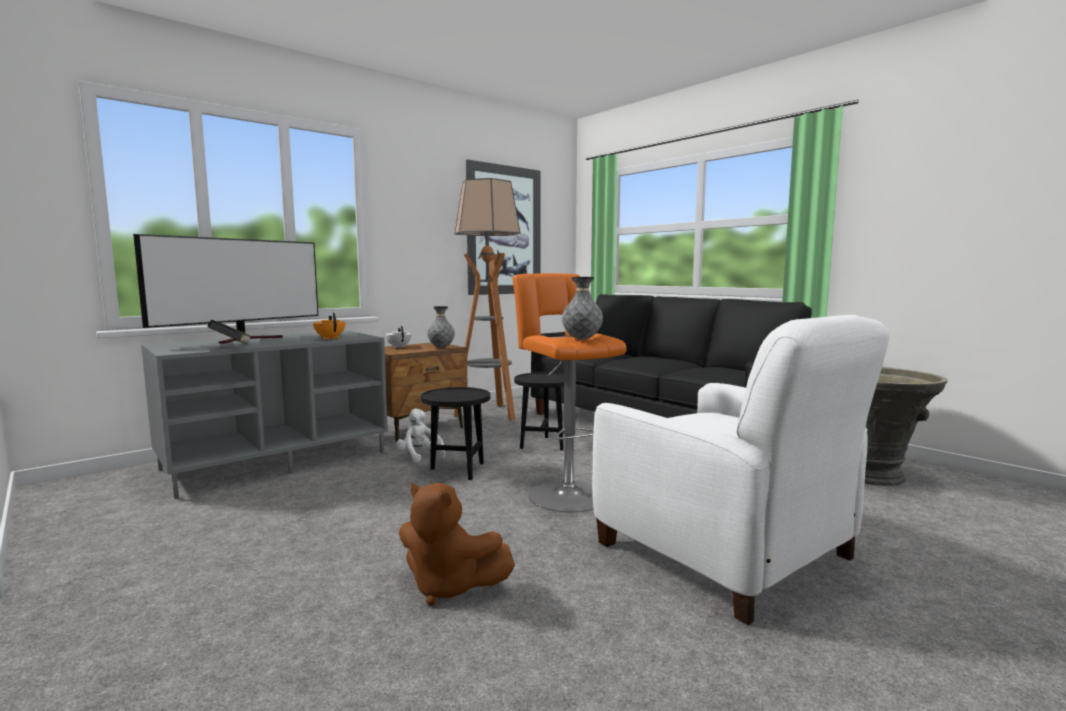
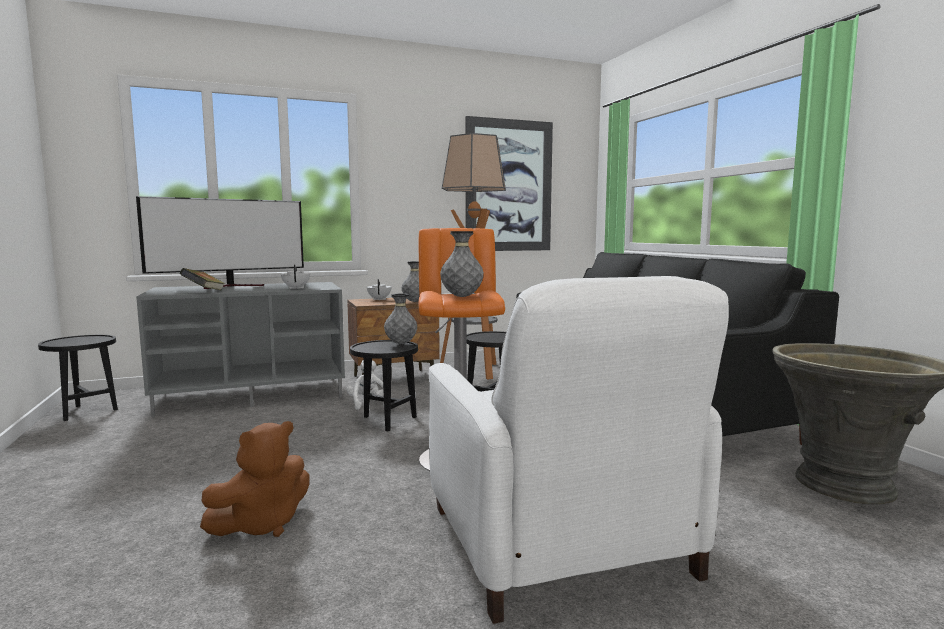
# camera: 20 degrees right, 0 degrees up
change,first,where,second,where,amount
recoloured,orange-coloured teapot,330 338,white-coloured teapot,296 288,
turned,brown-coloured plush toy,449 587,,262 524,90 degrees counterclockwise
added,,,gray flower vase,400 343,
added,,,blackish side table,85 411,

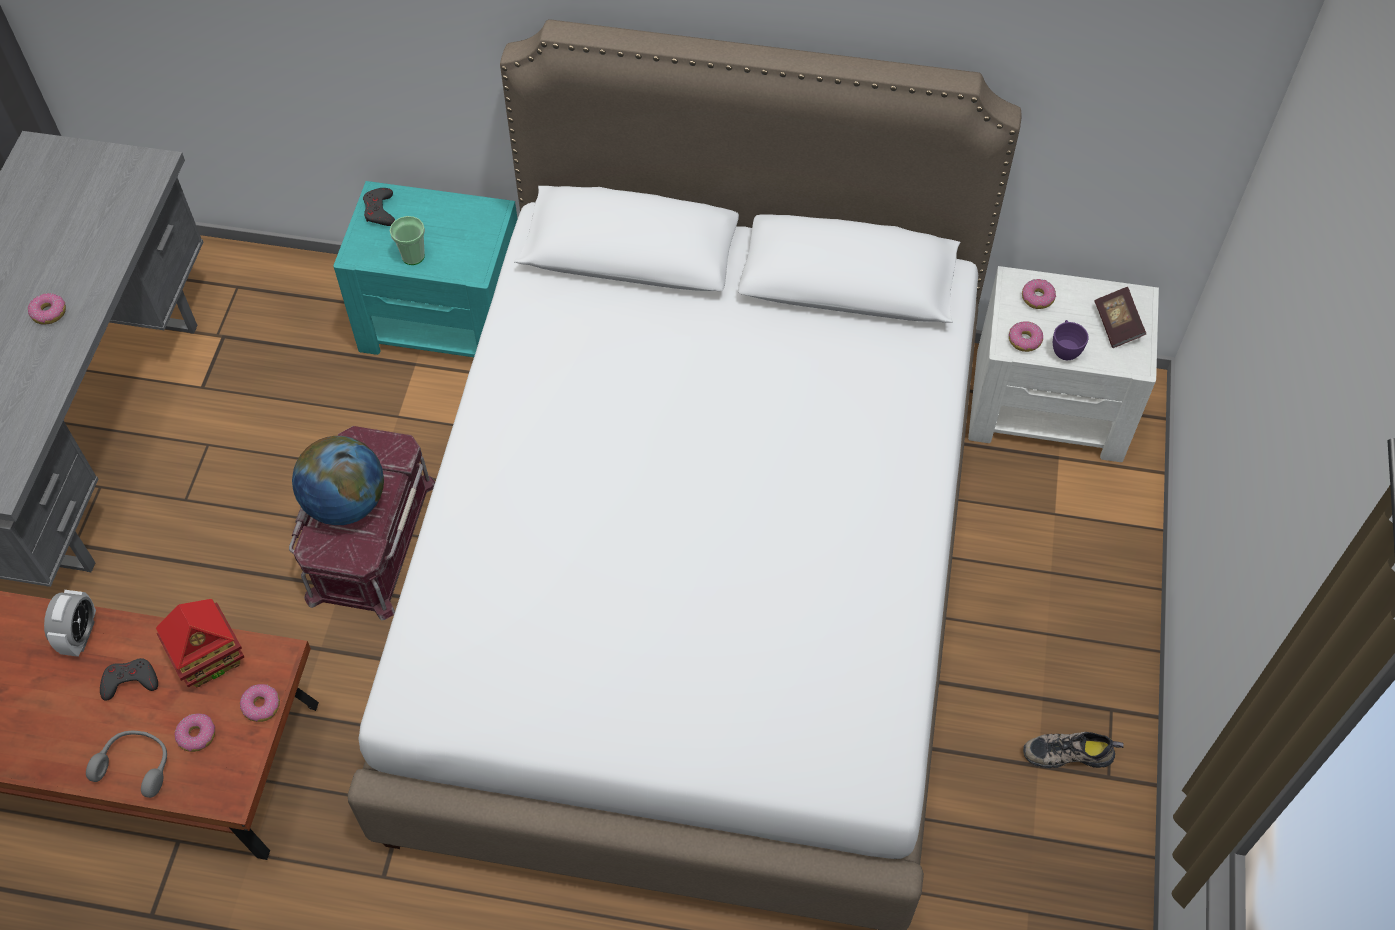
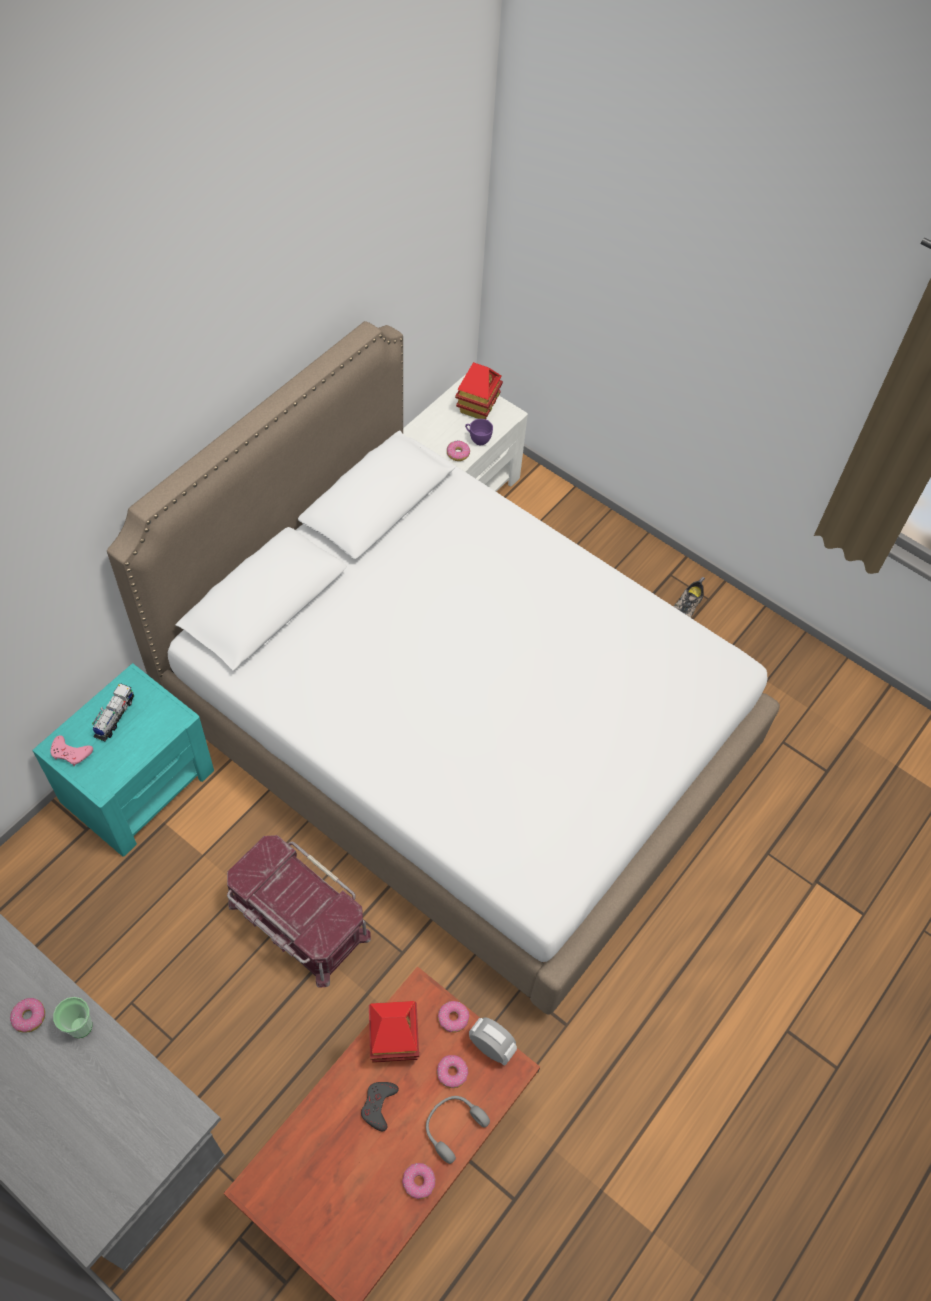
# camera: 65 degrees left, 0 degrees up
change,first,where,second,where,amount
recoloured,gray gamepad,380 211,pink gamepad,71 753,
moved,small cup,413 256,,80 1026,
moved,ring doughnut,1037 298,,418 1182,
replaced,book,1117 325,miniature house,477 407,
removed,desk globe,346 503,,,
moved,table clock,80 635,,491 1048,
added,,,toy truck,114 717,

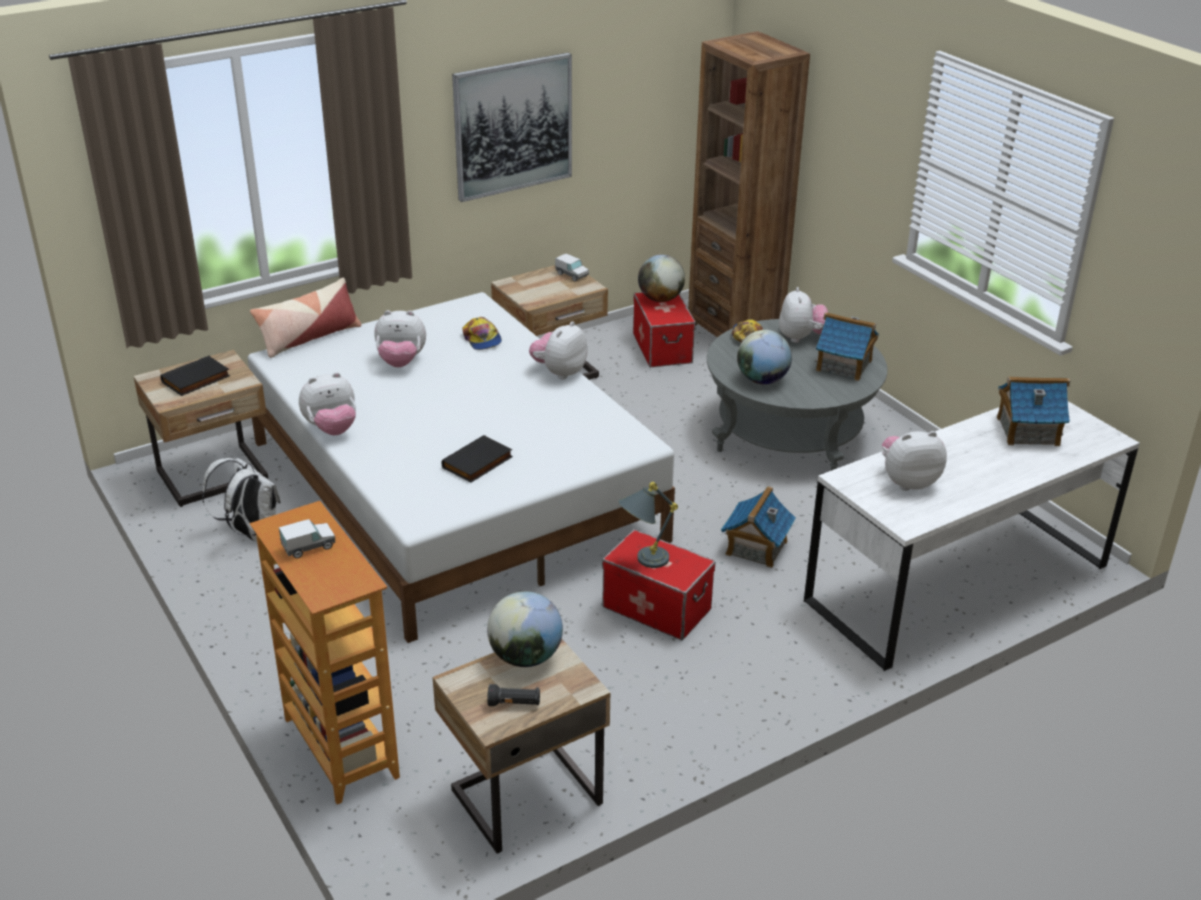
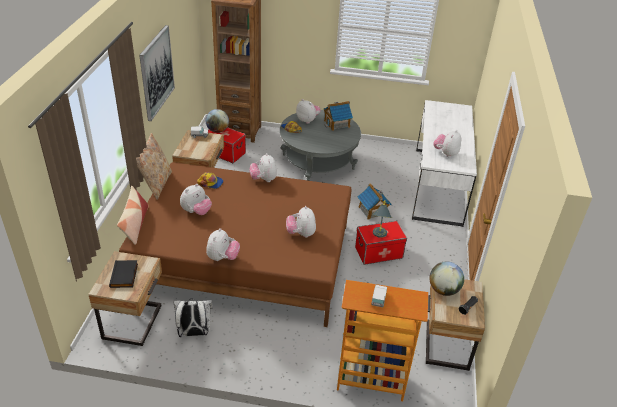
# camera: 50 degrees left, 5 degrees up
change,first,where,second,where,amount
recoloured,white-coloured sleeping bed,454 489,brown-coloured sleeping bed,244 257,
removed,desk globe,762 380,,,
removed,miniature house,1027 431,,,
replaced,blackish book,478 463,plush toy,301 234,
added,,,beige pillow,156 184,

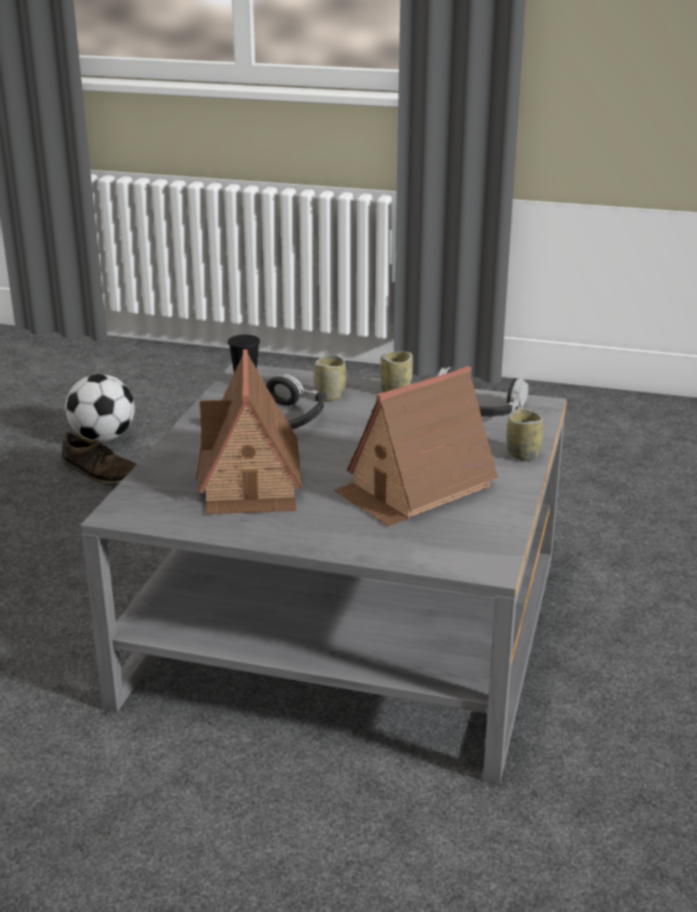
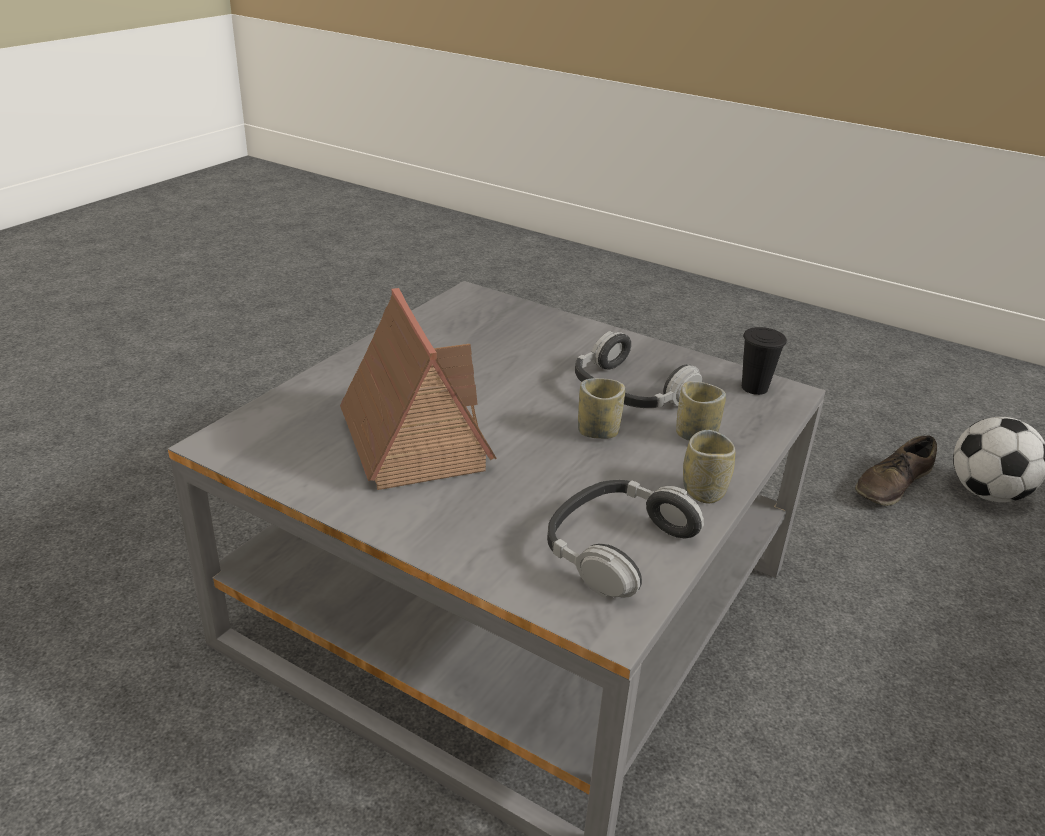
# camera: 105 degrees right, 5 degrees up
change,first,where,second,where,amount
removed,miniature house,250 479,,,
moved,small cup,523 454,,598 431,

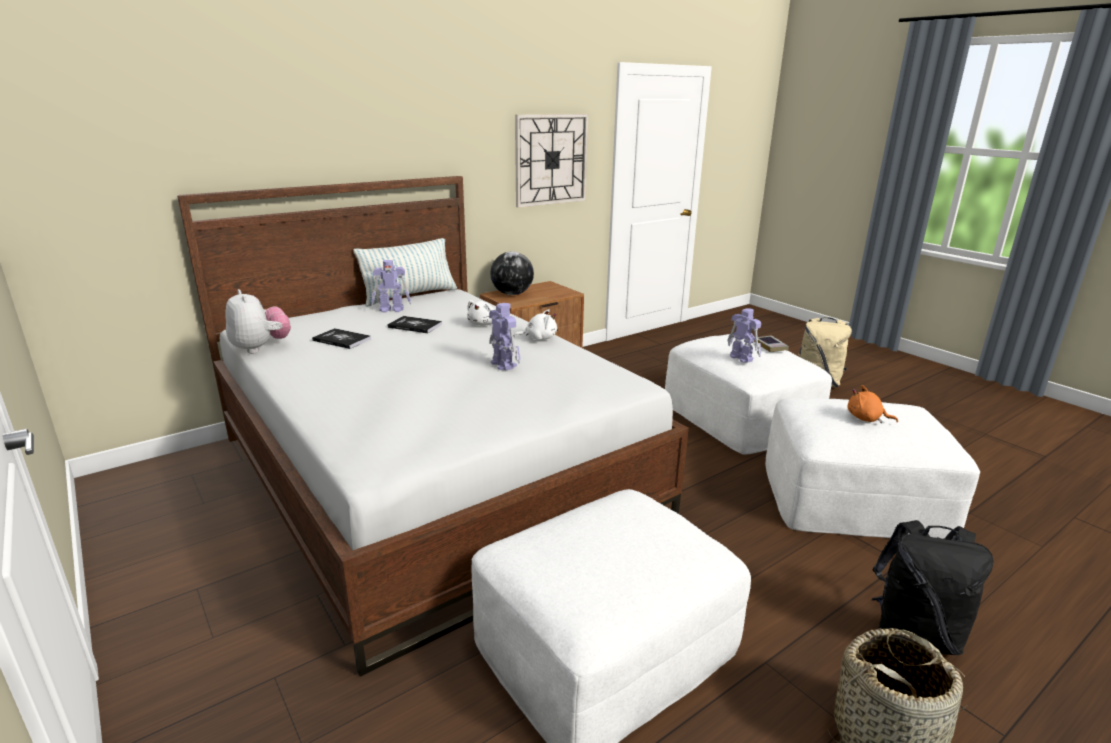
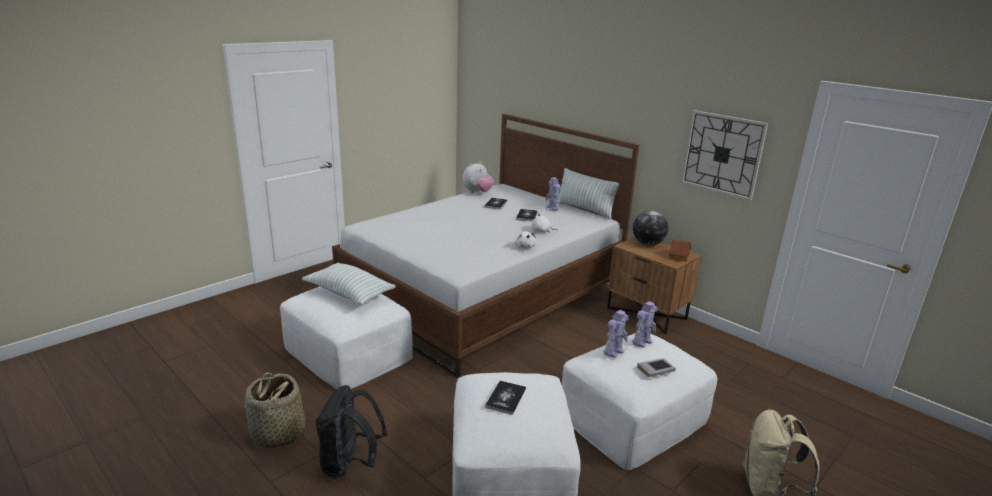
# camera: 80 degrees right, 0 degrees up
change,first,where,second,where,amount
moved,toy robot,503 364,,642 342,
replaced,orange-coloured plush toy,866 419,book,506 398,
added,,,miniature house,678 256,
added,,,pillow,349 294,

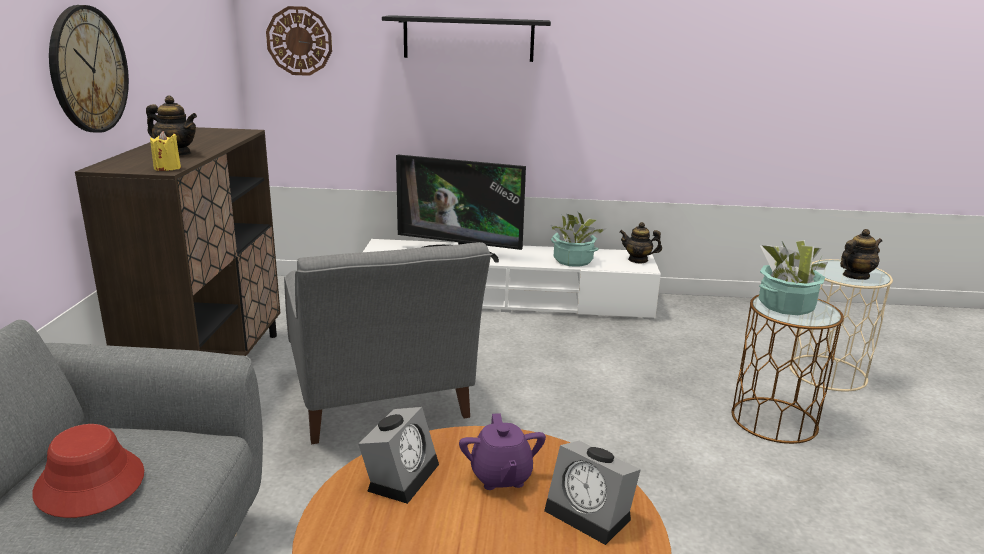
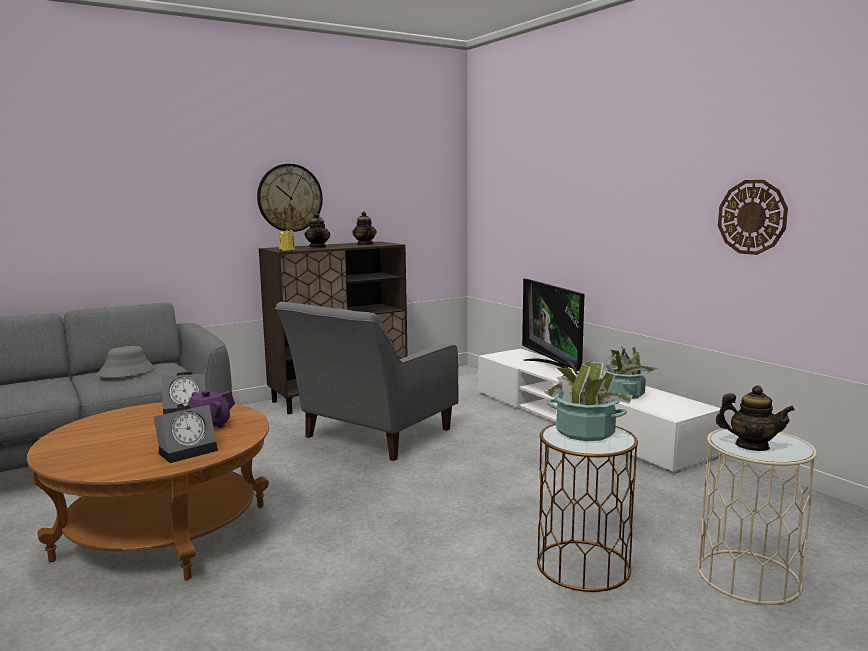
# camera: 55 degrees right, 10 degrees down
change,first,where,second,where,amount
moved,wall clock,299 41,,752 217,
removed,blackish bracket shelf,468 38,,,
moved,teapot,638 260,,364 244,
recoloured,red-coloured wearable hat,89 483,gray wearable hat,126 372,
turned,table clock,592 514,,189 451,135 degrees counterclockwise

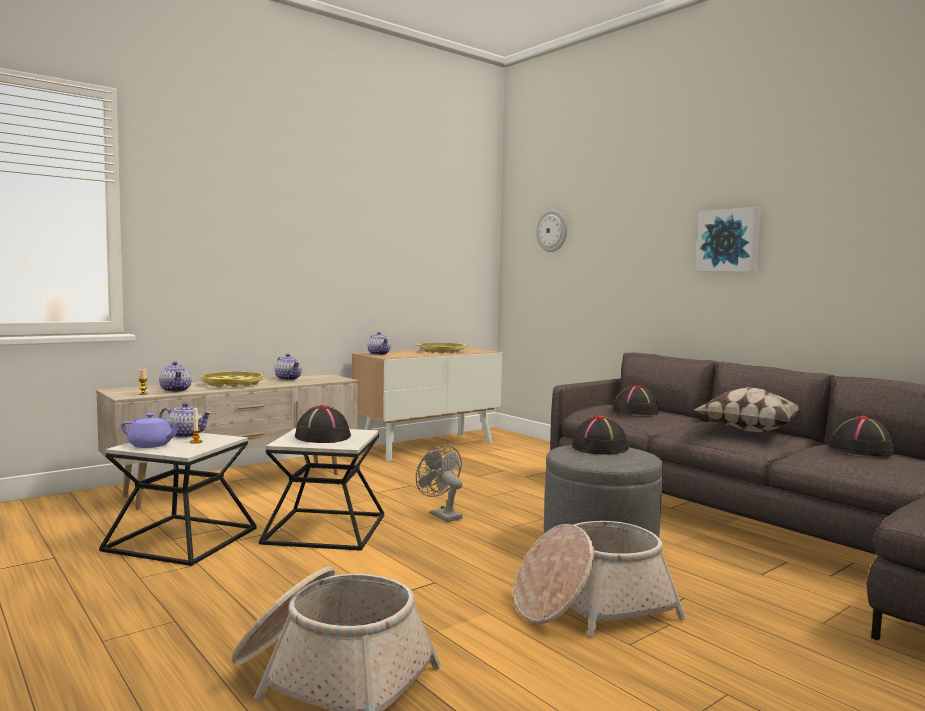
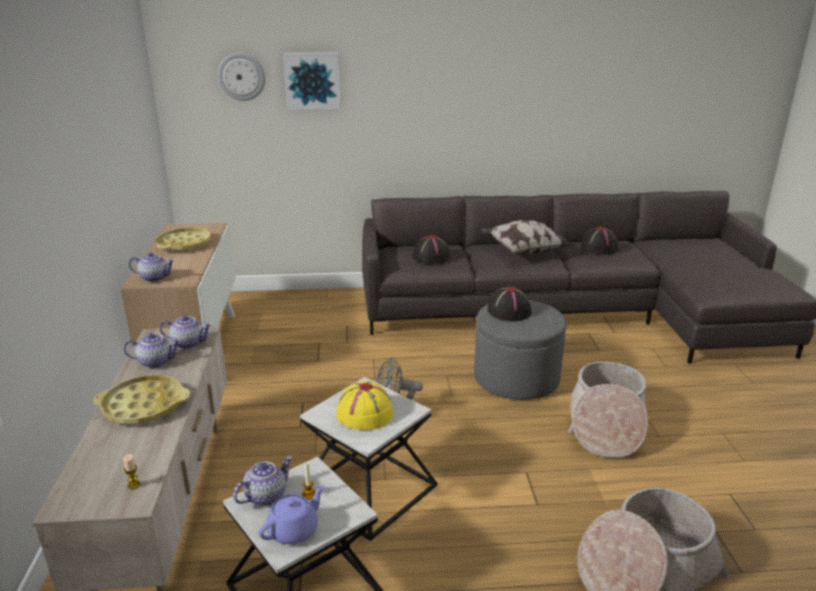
# camera: 55 degrees left, 20 degrees up
change,first,where,second,where,amount
moved,wall art,729 241,,312 80,
moved,teapot,176 390,,189 343,
recoloured,blackish wearable hat,322 437,yellow wearable hat,364 413,

